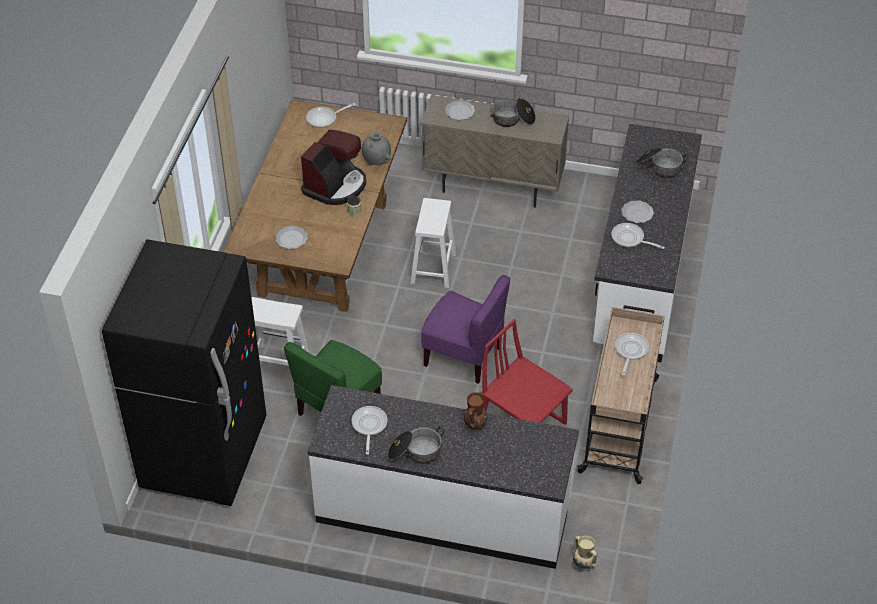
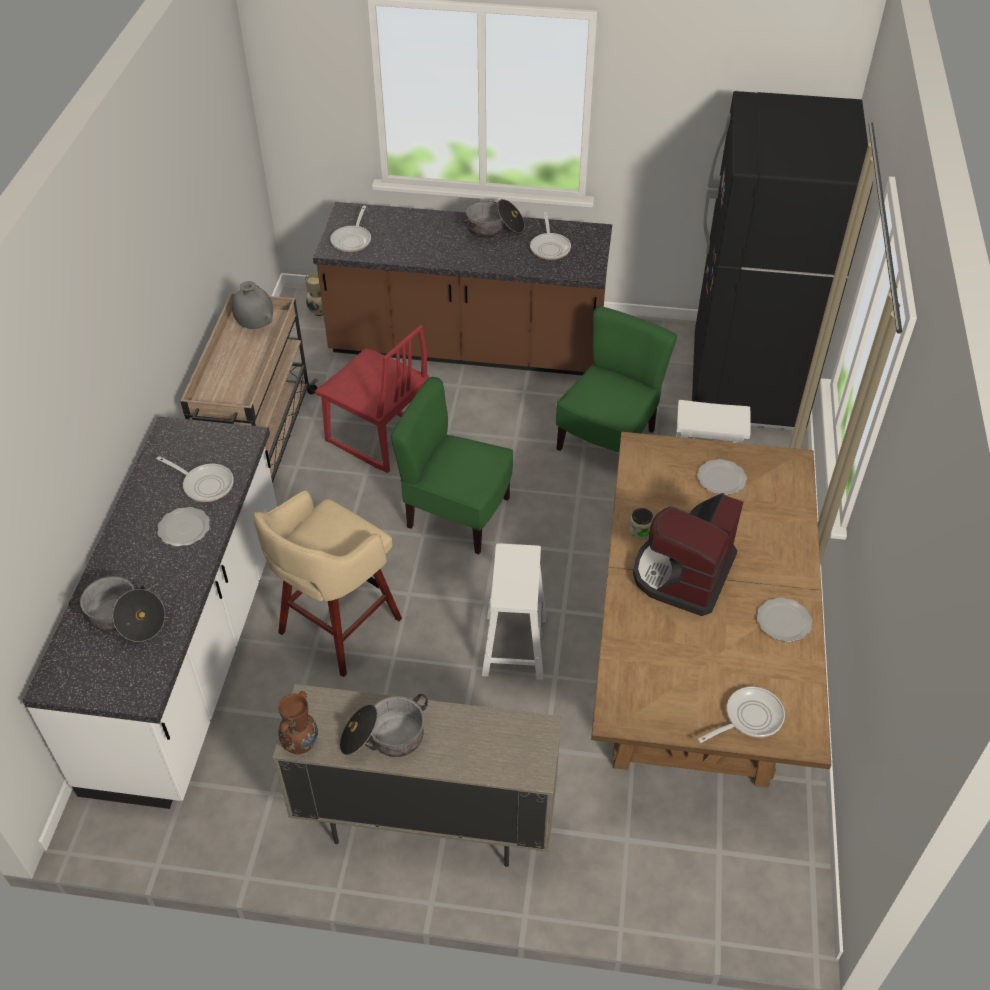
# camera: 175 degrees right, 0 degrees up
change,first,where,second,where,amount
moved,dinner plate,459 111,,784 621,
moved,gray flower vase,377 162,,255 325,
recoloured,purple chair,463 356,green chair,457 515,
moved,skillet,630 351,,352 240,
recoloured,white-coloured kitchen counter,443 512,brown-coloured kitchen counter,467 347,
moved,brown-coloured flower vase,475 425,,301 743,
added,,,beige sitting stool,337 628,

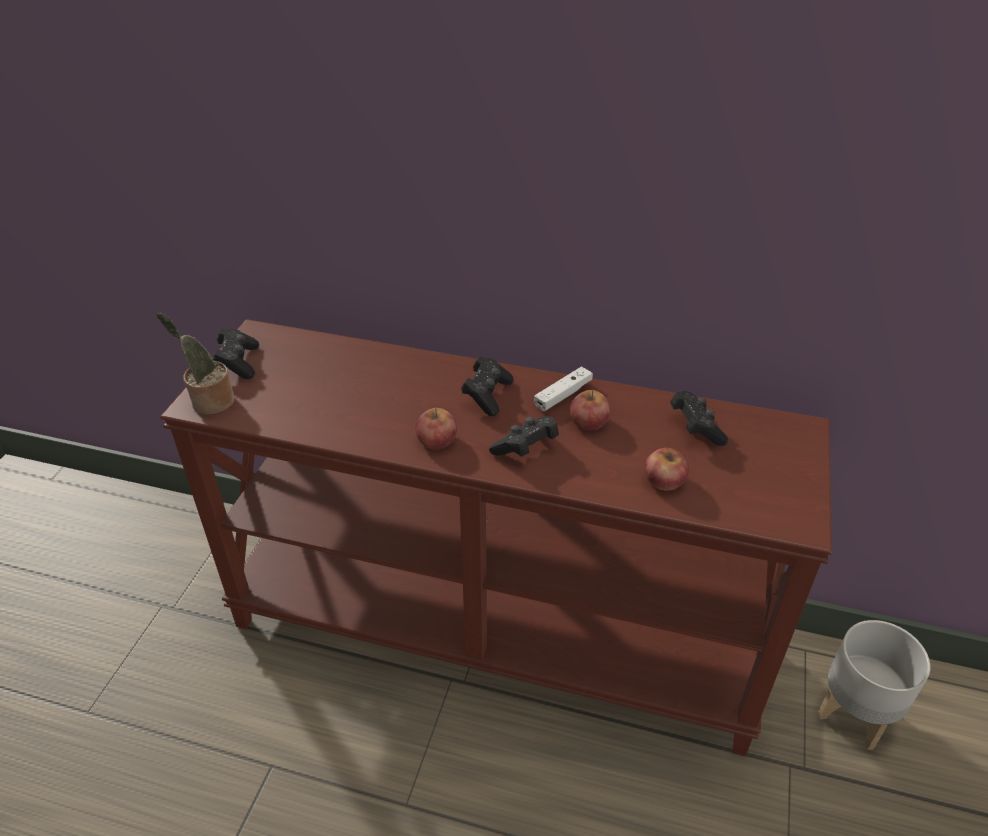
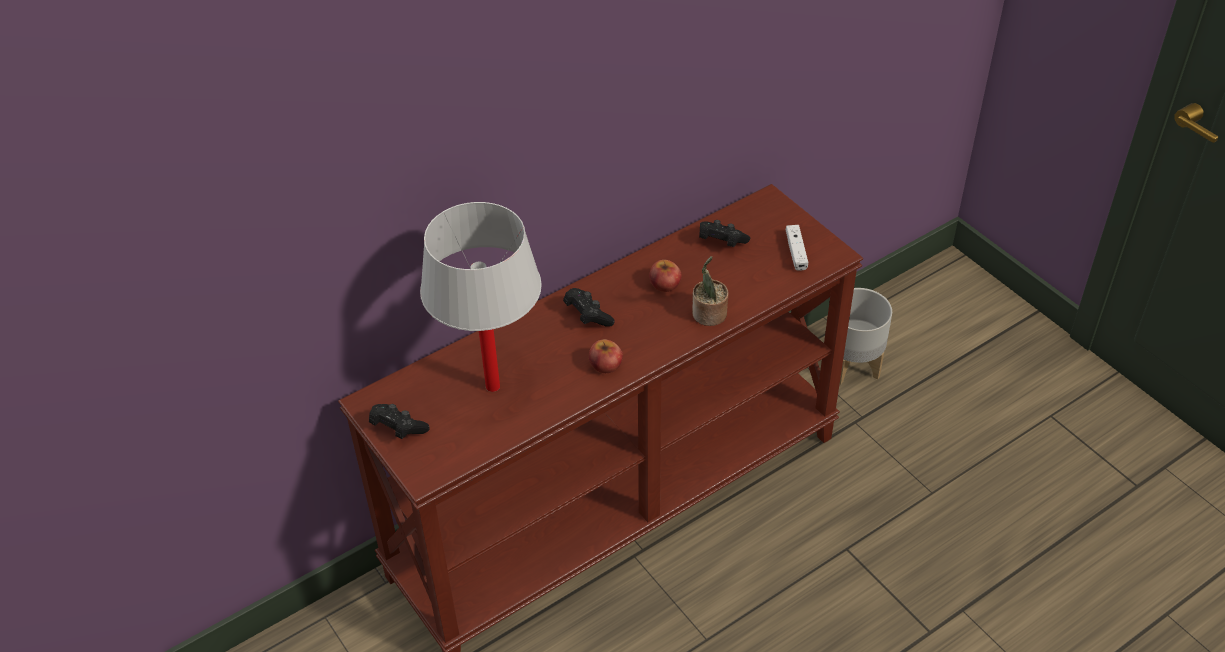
# camera: 50 degrees left, 5 degrees up
change,first,where,second,where,amount
moved,plant in a pot,210 403,,709 315,
moved,white-coloured gamepad,563 395,,796 252,
removed,blackish gamepad,525 448,,,
removed,apple,664 480,,,
added,,,white-coloured tabletop lamp,492 386,

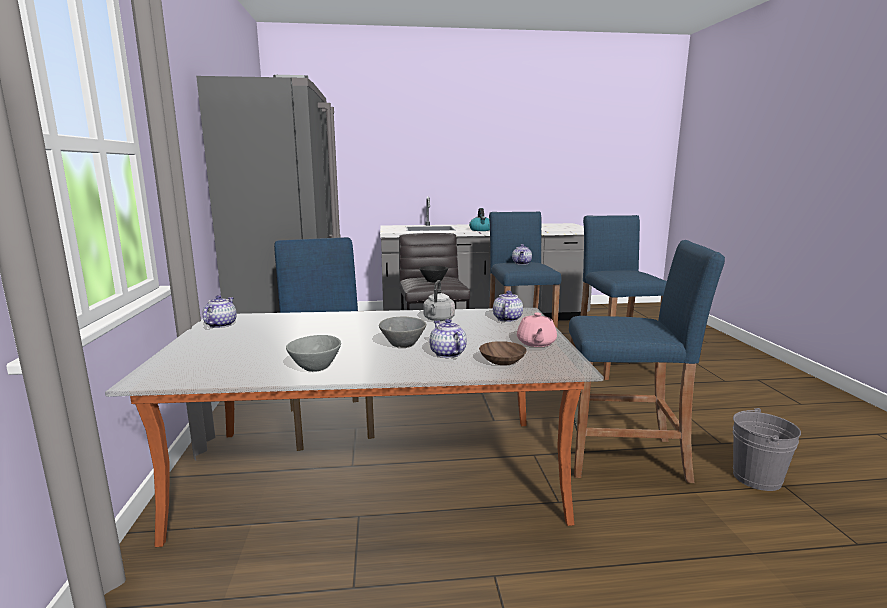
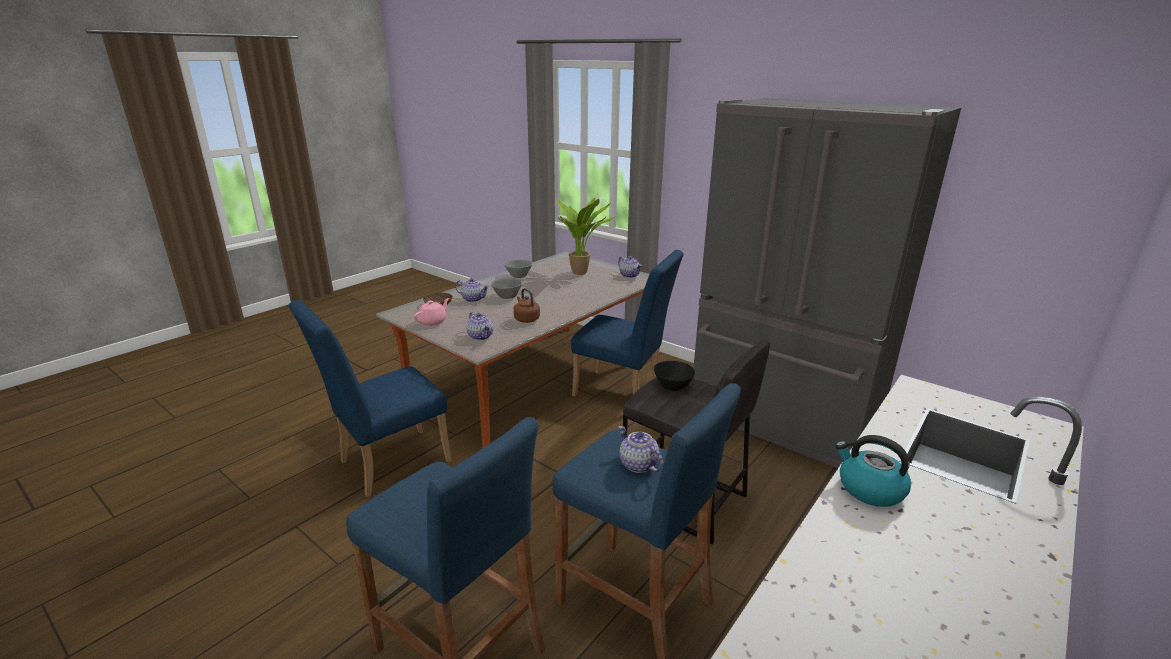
# camera: 135 degrees right, 10 degrees up
change,first,where,second,where,amount
replaced,bluish sitting stool,623 457,bluish chair,387 464,
recoloured,gray kettle,438 319,brown-coloured kettle,526 319,
turned,pink teapot,536 343,,433 321,75 degrees clockwise
removed,gray pail,757 478,,,
added,,,plant in a pot,582 273,

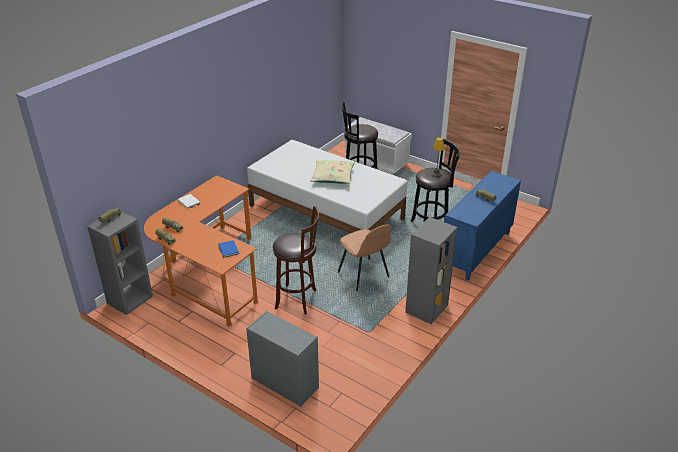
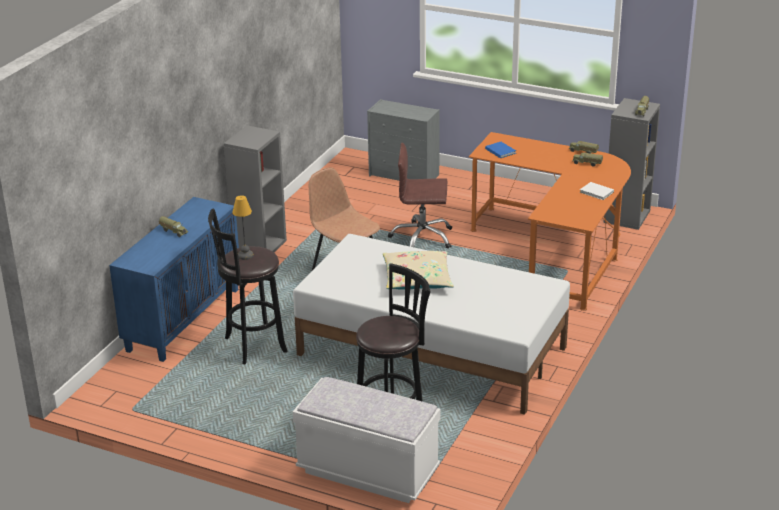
# camera: 170 degrees right, 5 degrees down
change,first,where,second,where,amount
replaced,brown-coloured sitting stool,298 300,brown-coloured office chair,422 238,

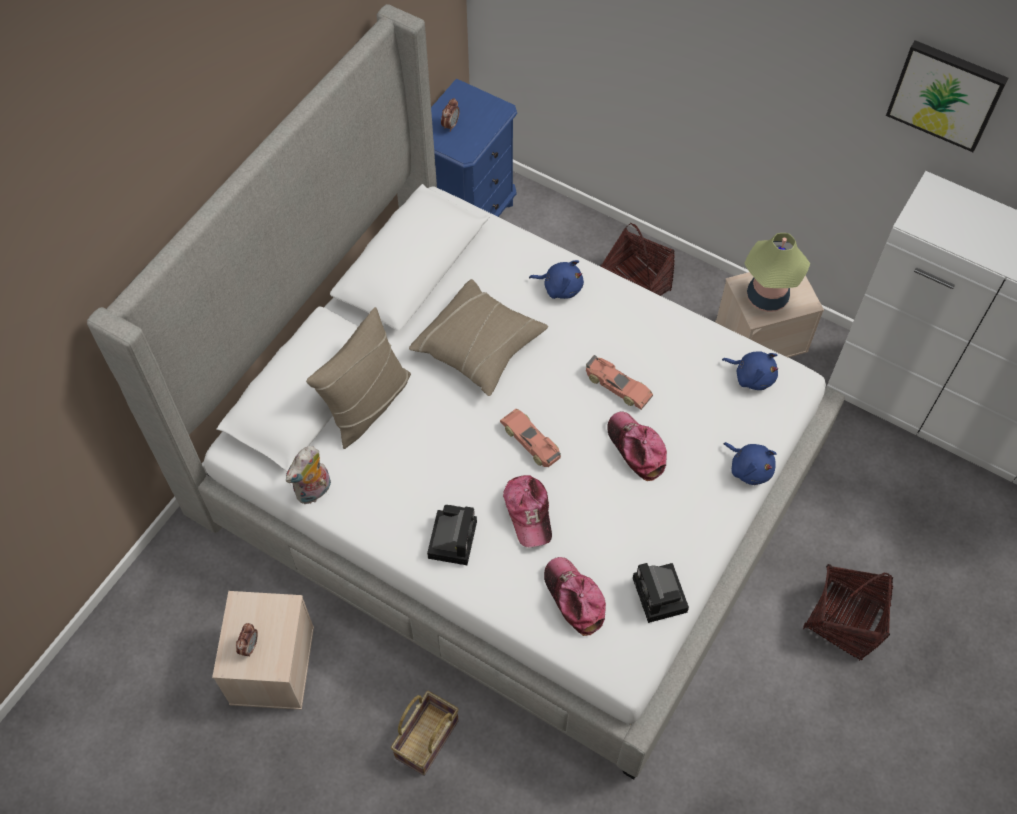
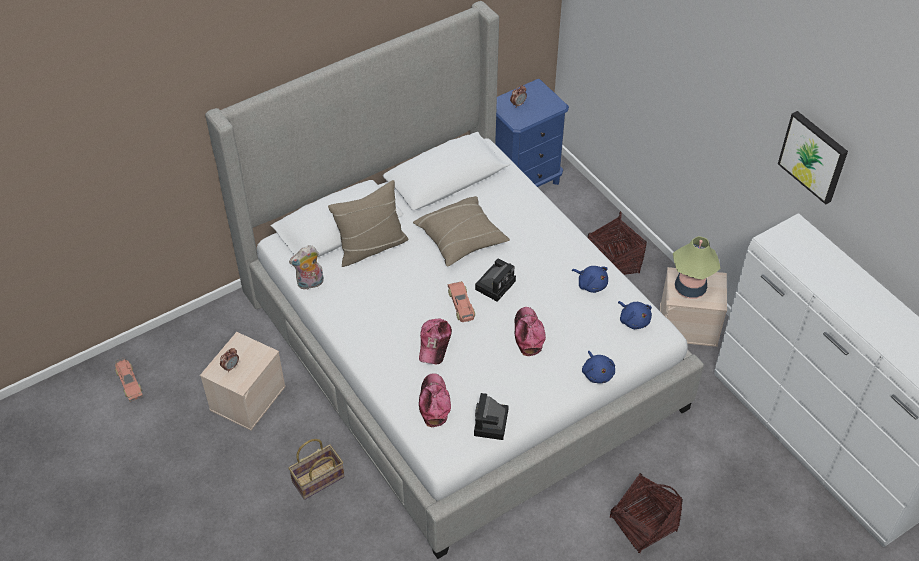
# camera: 25 degrees right, 10 degrees down
change,first,where,second,where,amount
moved,bluish plush toy,560 287,,591 284,
moved,toy car,617 386,,129 382,
moved,still camera,452 537,,496 284,

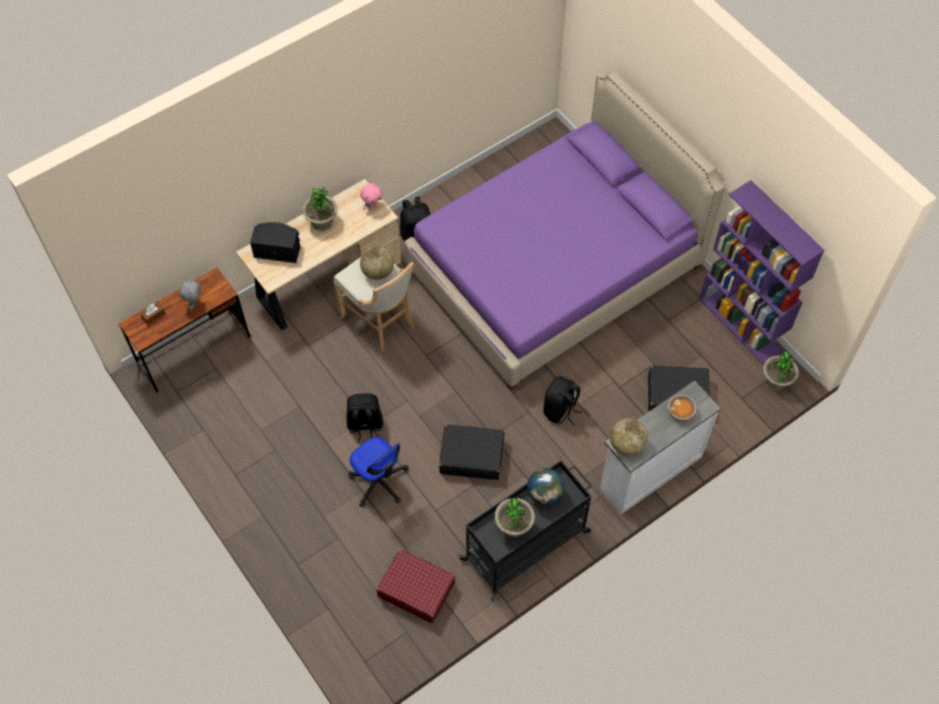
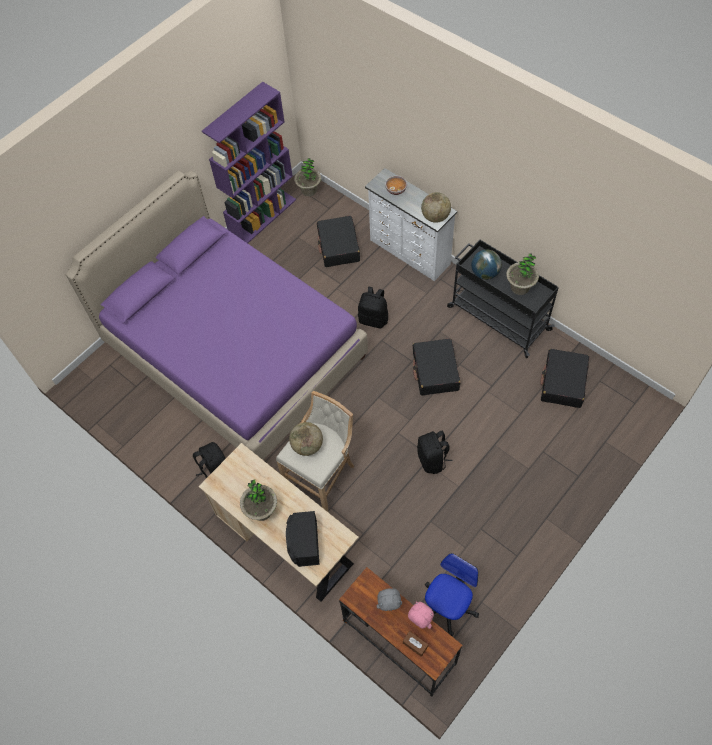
# camera: 100 degrees left, 0 degrees up
change,first,where,second,where,amount
moved,pink plush toy,372 207,,419 621,
moved,office chair,379 481,,447 606,
recoloured,red-coloured suitcase,416 589,blackish suitcase,563 383,

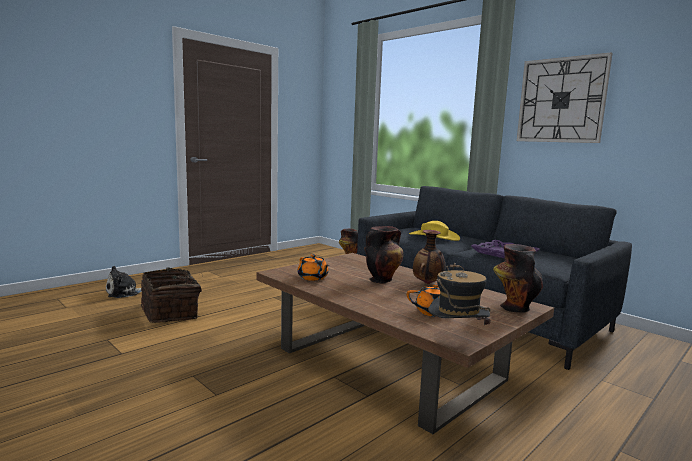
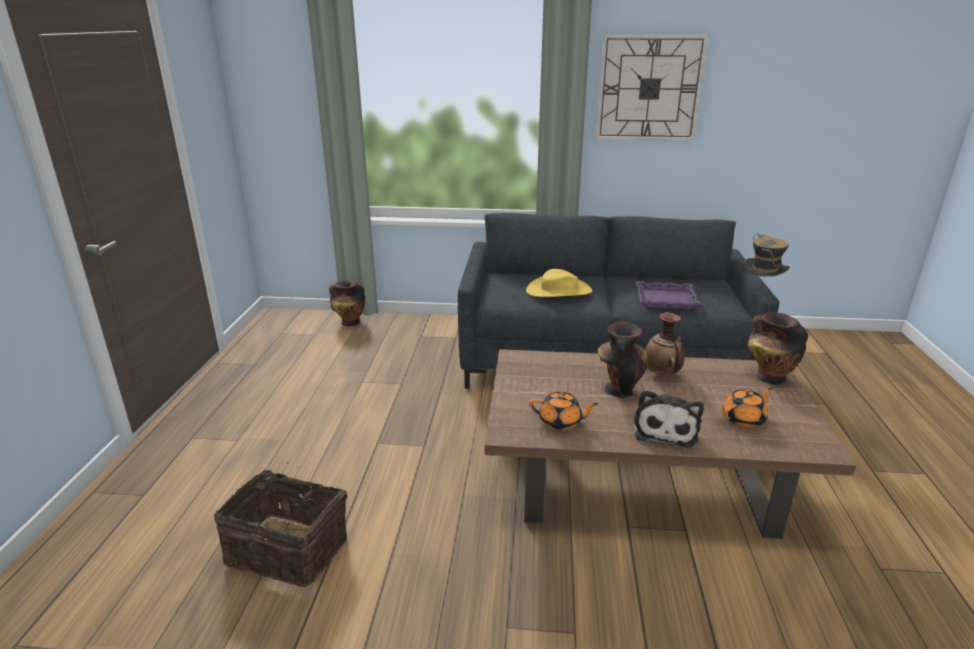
# camera: 40 degrees left, 15 degrees up
change,first,where,second,where,amount
moved,wearable hat,456 339,,761 289,
moved,plush toy,124 293,,665 429,

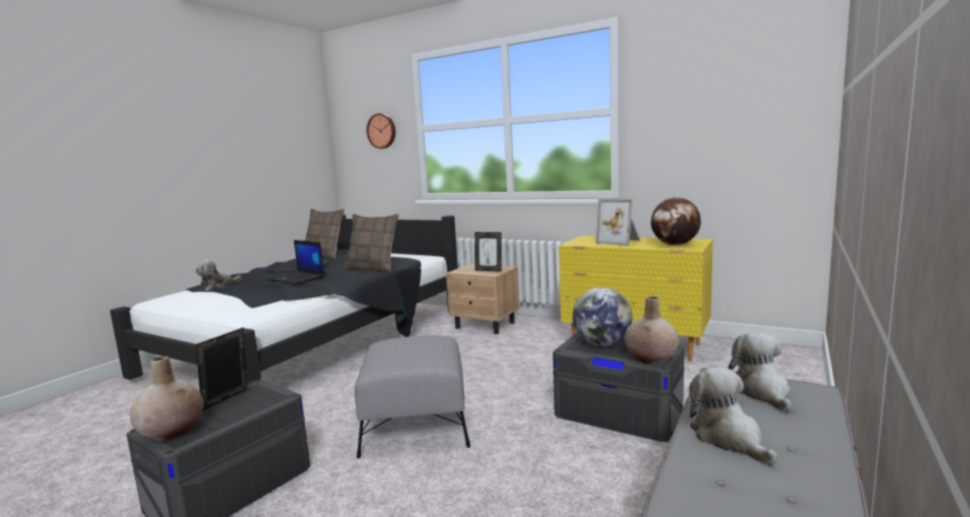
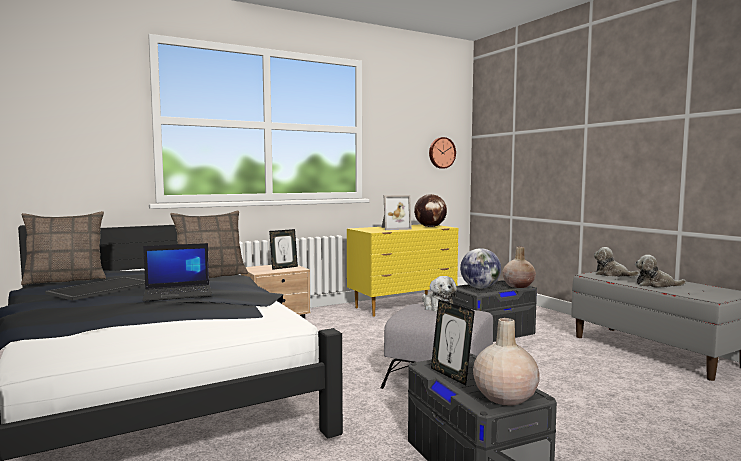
# camera: 60 degrees left, 5 degrees down
change,first,where,second,where,amount
moved,wall clock,382 131,,441 153,
moved,plush toy,218 286,,437 307,

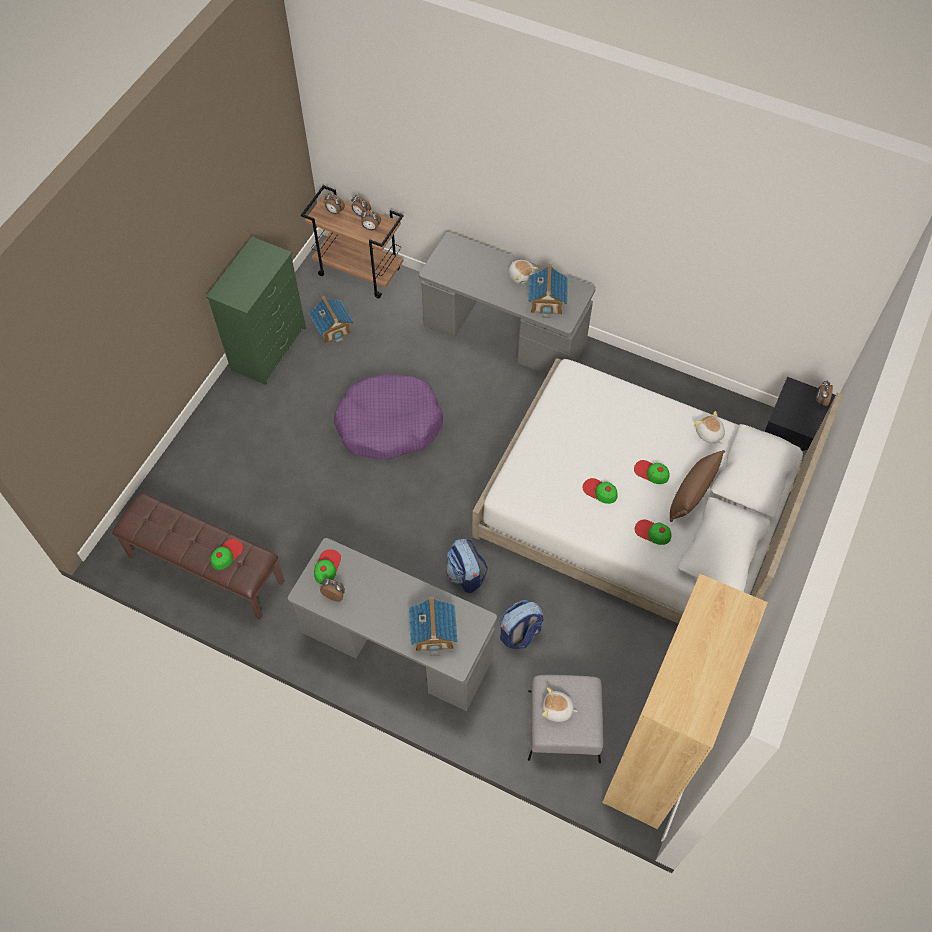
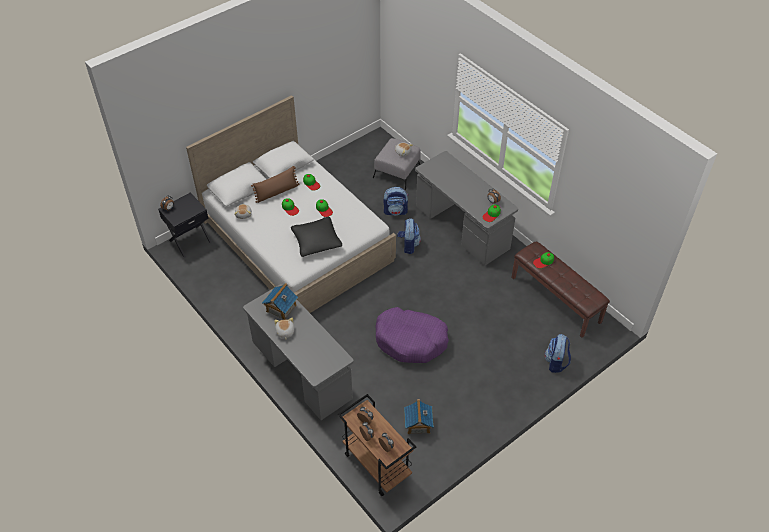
# camera: 155 degrees left, 10 degrees down
change,first,where,second,where,amount
removed,green dresser,269 348,,,
removed,brown-coloured bookcase,653 756,,,
removed,miniature house,433 633,,,
added,,,blackish pillow,316 241,
added,,,backpack,556 362,

